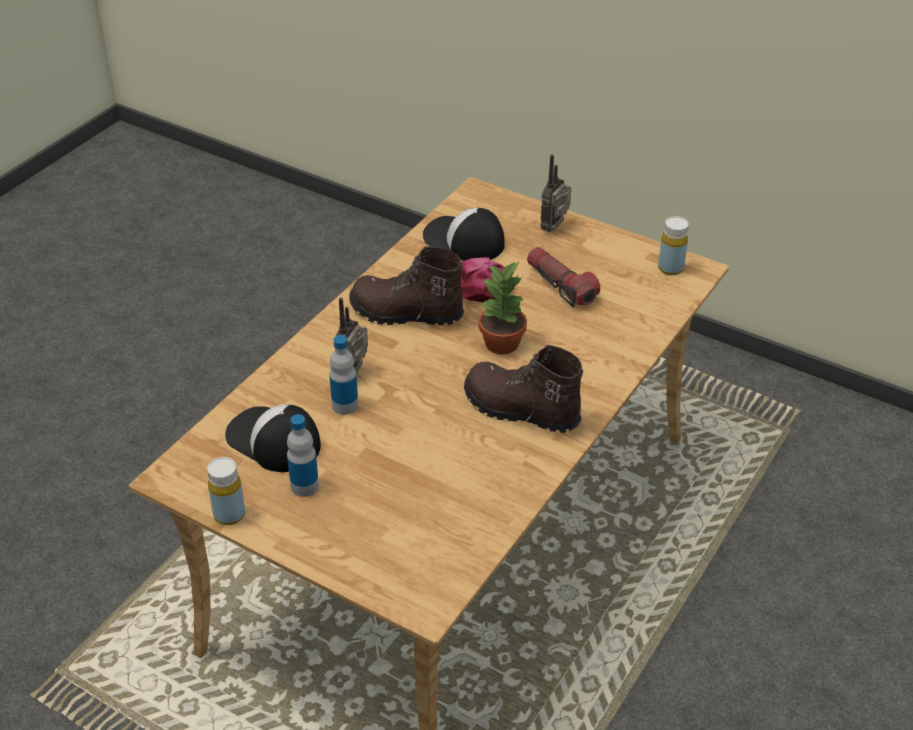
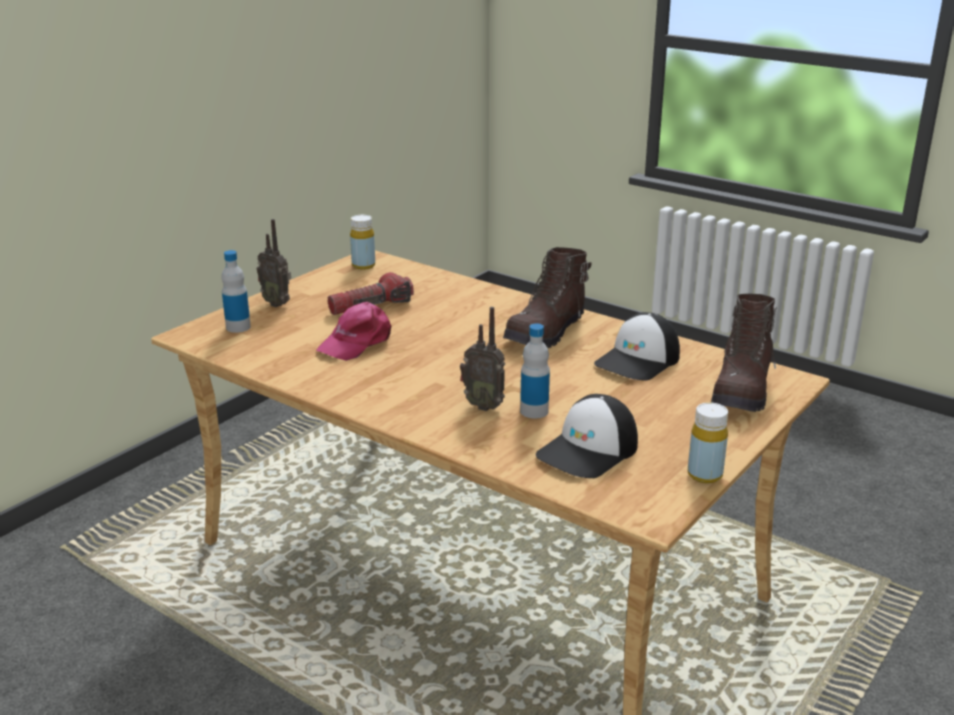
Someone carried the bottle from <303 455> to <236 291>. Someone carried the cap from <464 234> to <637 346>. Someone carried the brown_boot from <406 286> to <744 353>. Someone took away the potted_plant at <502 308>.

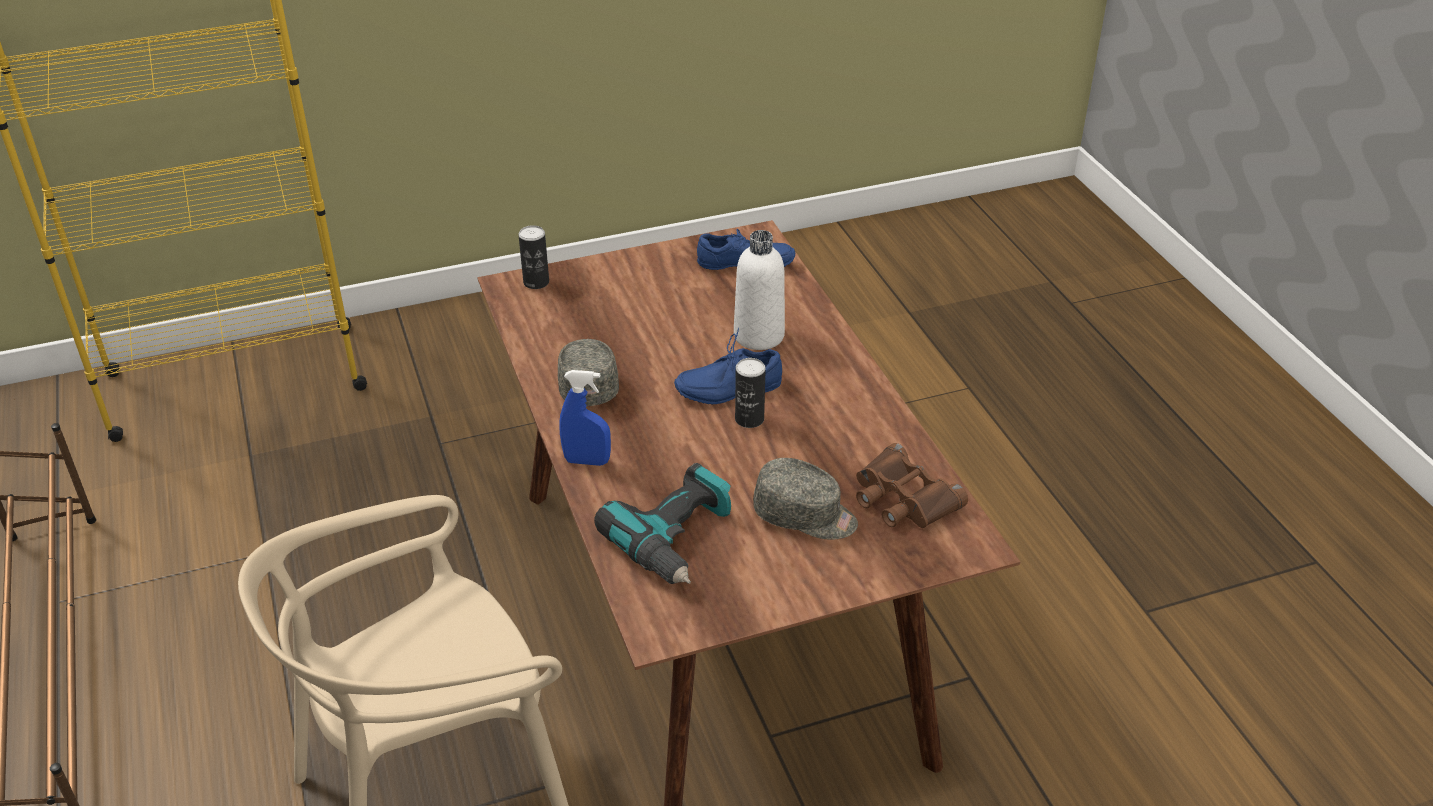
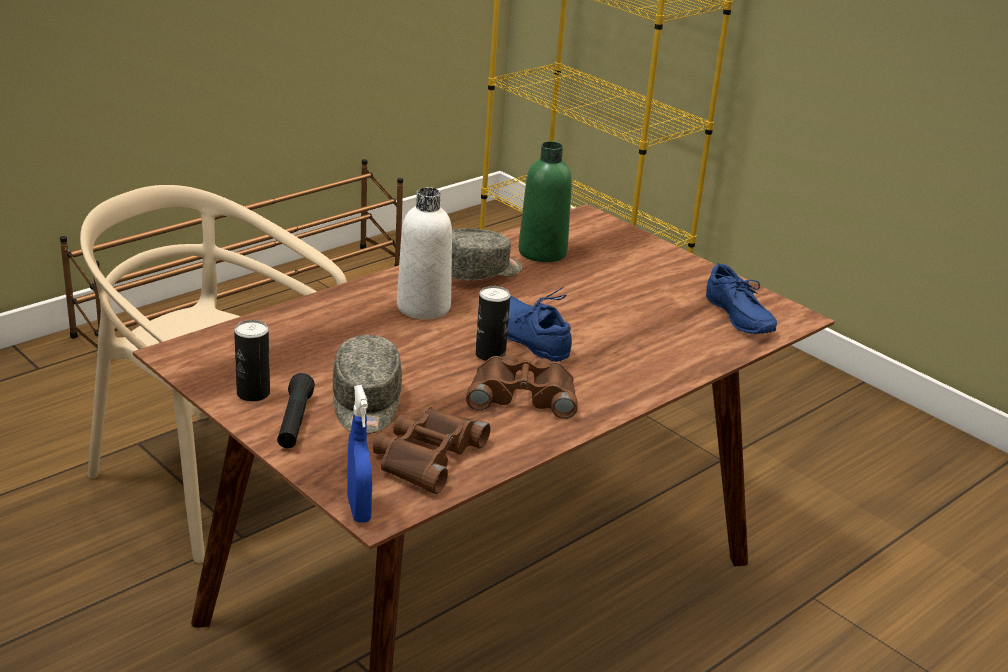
Someone carried the can from <533 257> to <252 360>. Someone put down the black_flashlight at <296 410>. Someone carried the blue_spray_bottle from <585 418> to <359 454>. Someone carried the white_bottle from <759 290> to <424 253>. Someone put down the brown_binoculars at <522 387>. Someone put down the green_bottle at <545 202>. Someone took away the power_drill at <662 523>.

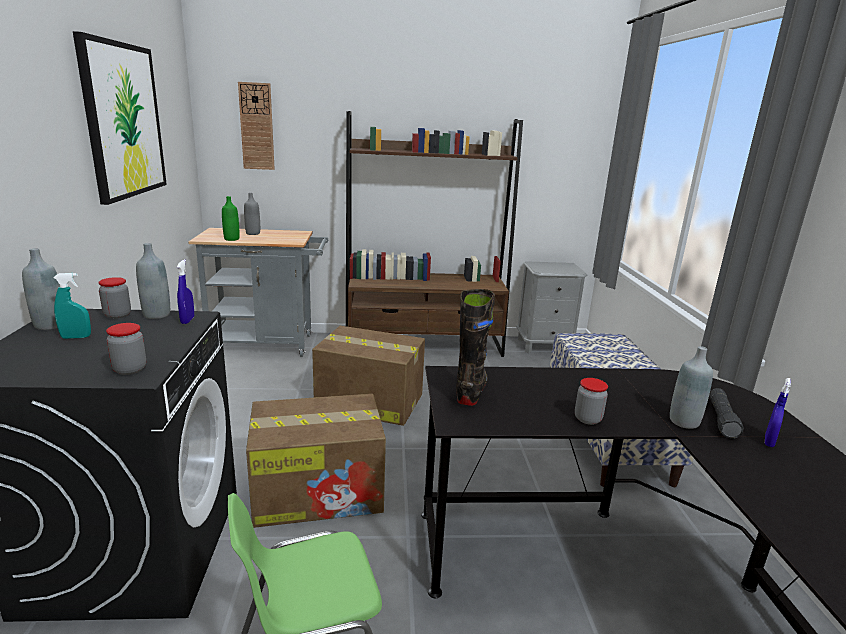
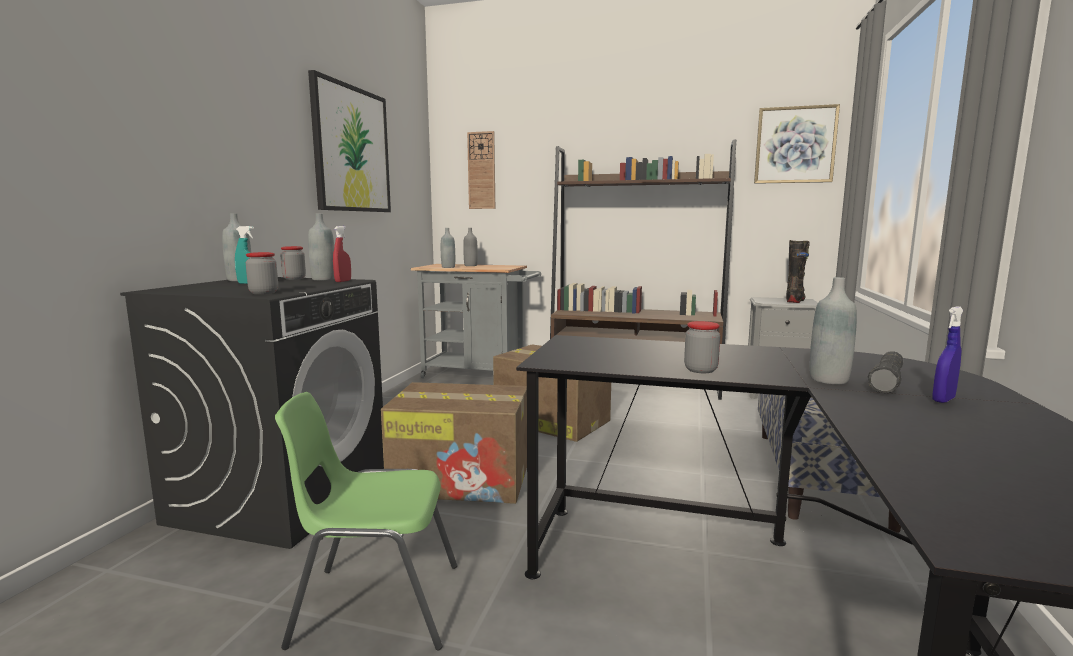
Someone repainted the blue_spray_bottle at <185 292>, which became the red_spray_bottle at <342 254>. Someone repainted the green_bottle at <231 218>, which became the grey_bottle at <448 248>. Someone put up the picture at <797 144>. Someone carried the black_boot from <475 347> to <798 271>.

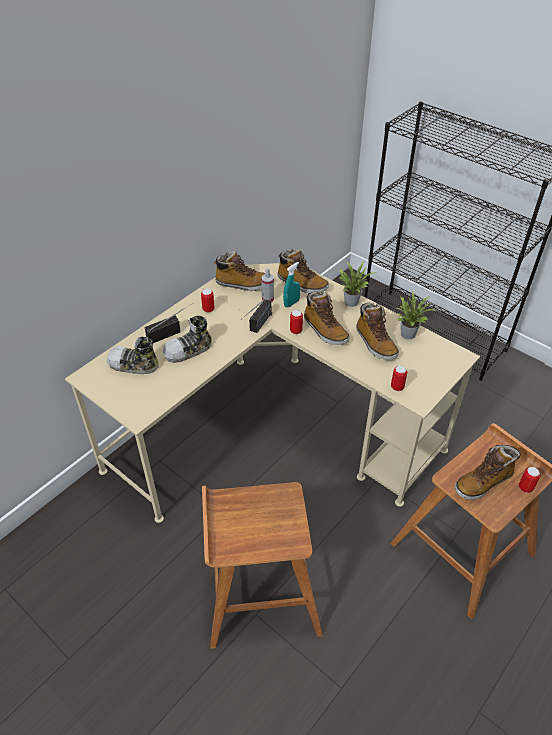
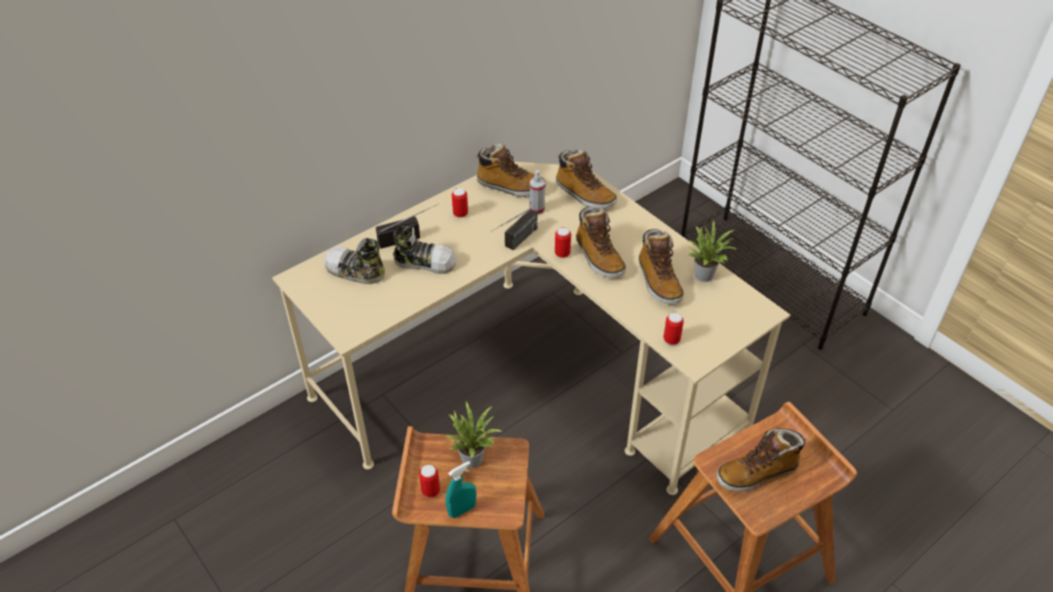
Someone rotated the shoe at <187 339> by 150 degrees counterclockwise. Someone carried the can from <529 480> to <429 481>. Someone carried the potted_plant from <356 284> to <474 435>. Someone carried the turquoise_spray_bottle from <291 284> to <461 489>.

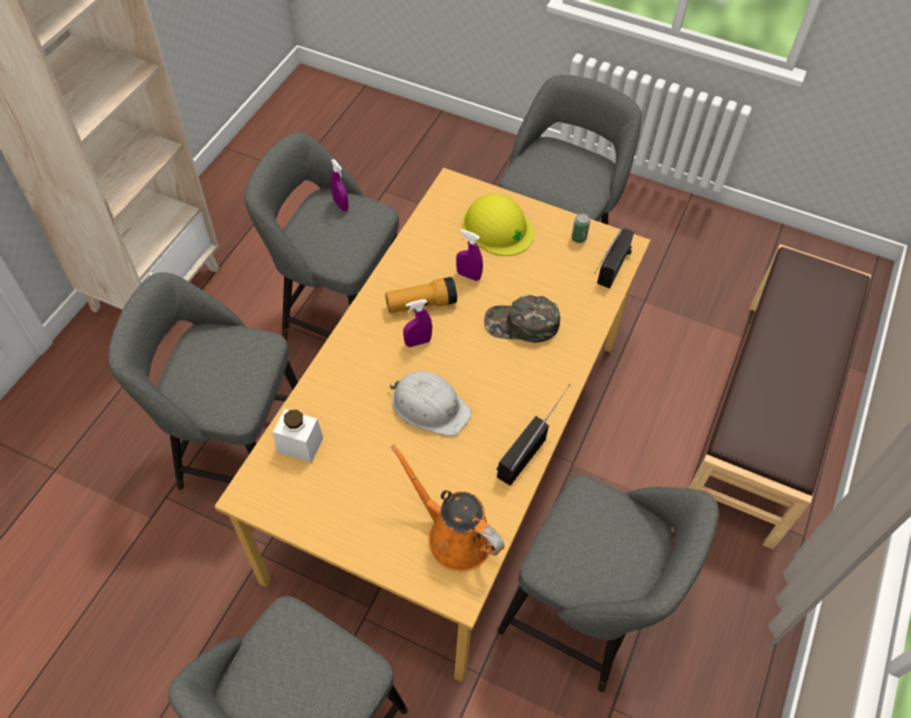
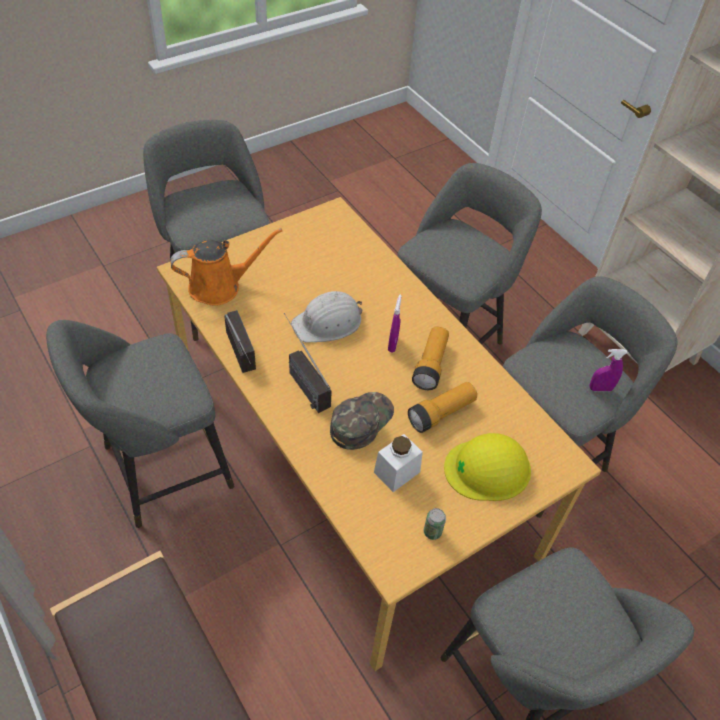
Someone carried the radio from <614 258> to <308 363>. Someone carried the white_jar from <298 436> to <398 463>. Someone swapped the purple_spray_bottle at <469 255> for the flashlight at <442 407>.

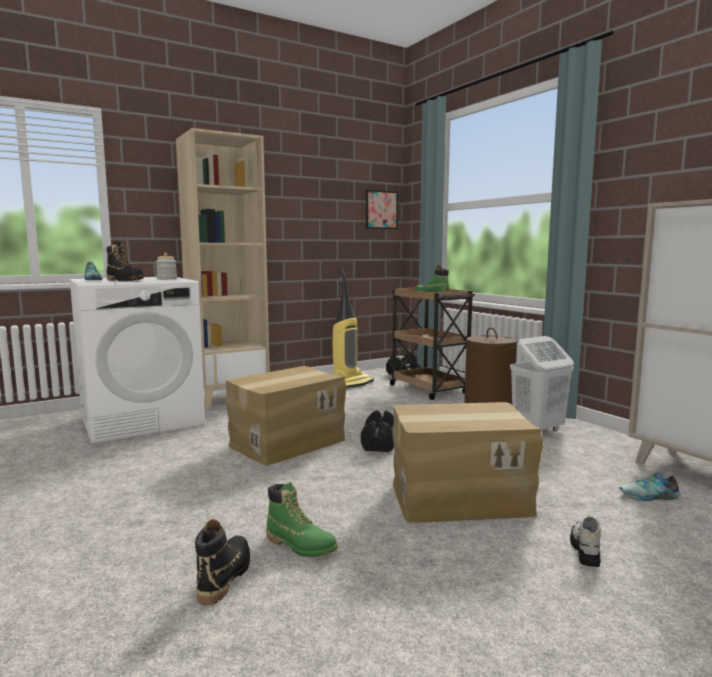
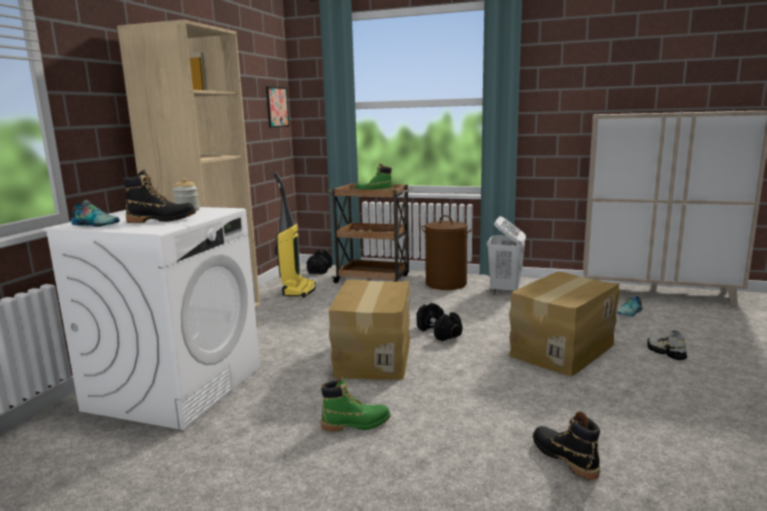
Someone carried the green_boot from <302 519> to <356 404>.

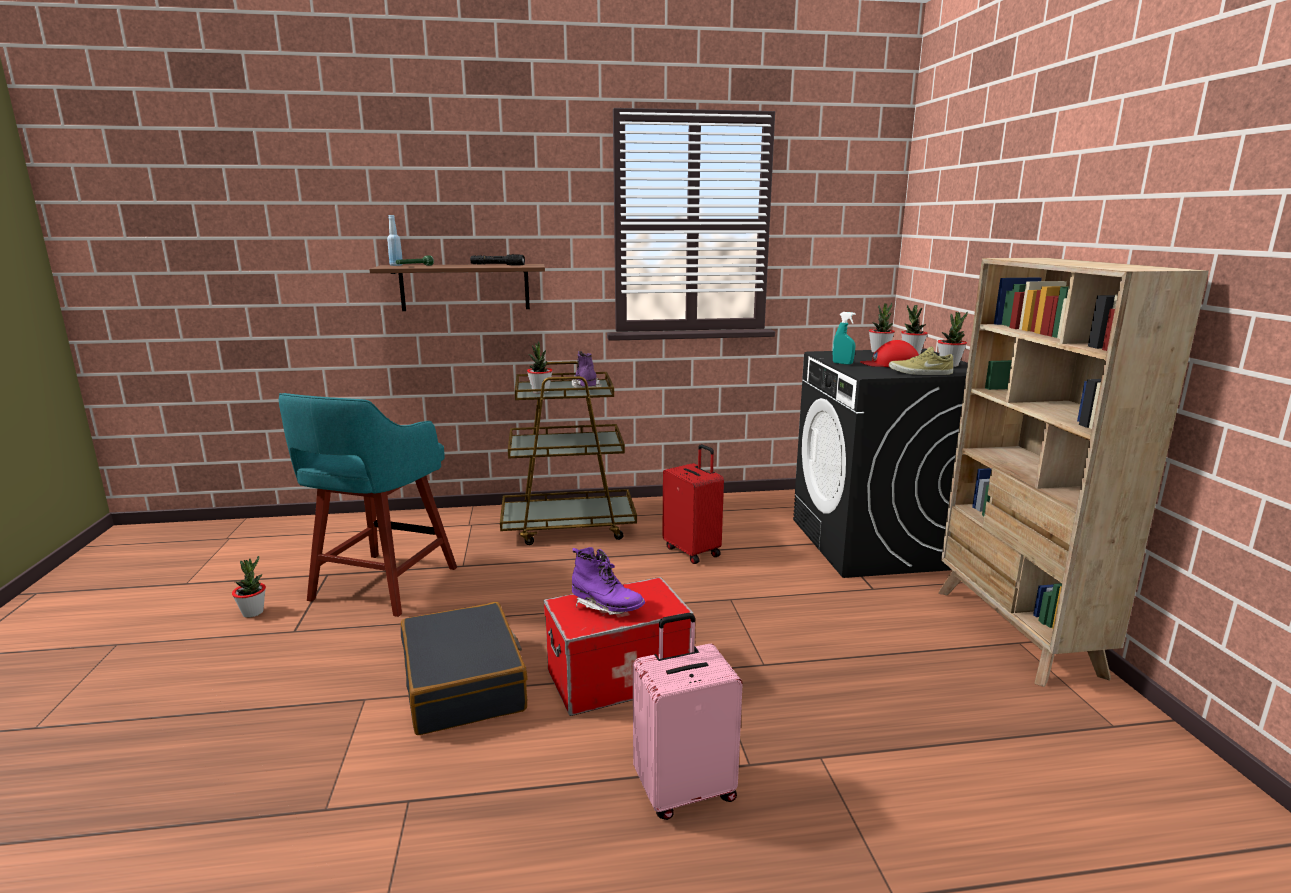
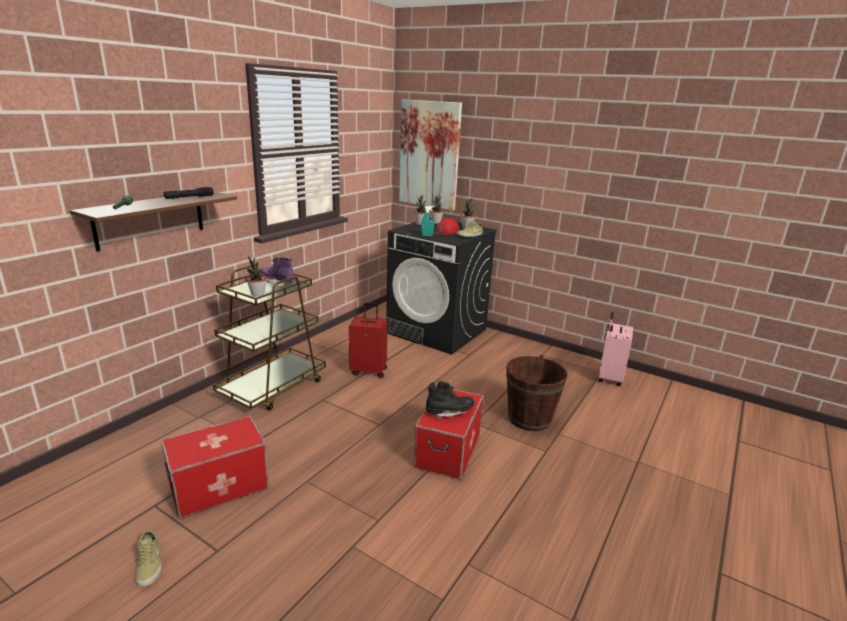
Someone swapped the potted_plant at <249 586> for the beige_shoe at <148 558>. Someone swapped the turquoise_stool at <368 505> for the storage_box at <215 467>. Someone put up the picture at <430 154>. Someone repainted the purple_boot at <608 581>, which became the black_boot at <450 400>. Someone put down the brown_bucket at <536 393>. Someone carried the pink_suitcase from <688 716> to <615 349>. Someone took away the blue_bottle at <395 240>. Someone took away the black_suitcase at <464 668>. Someone took away the beige_bookcase at <1073 472>.

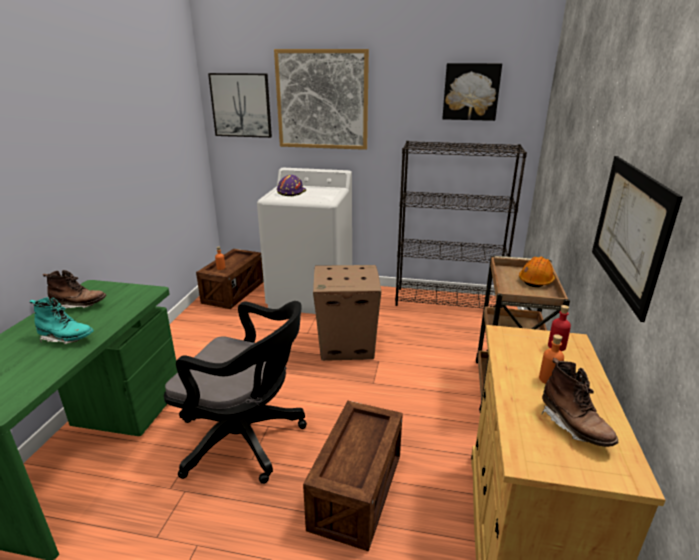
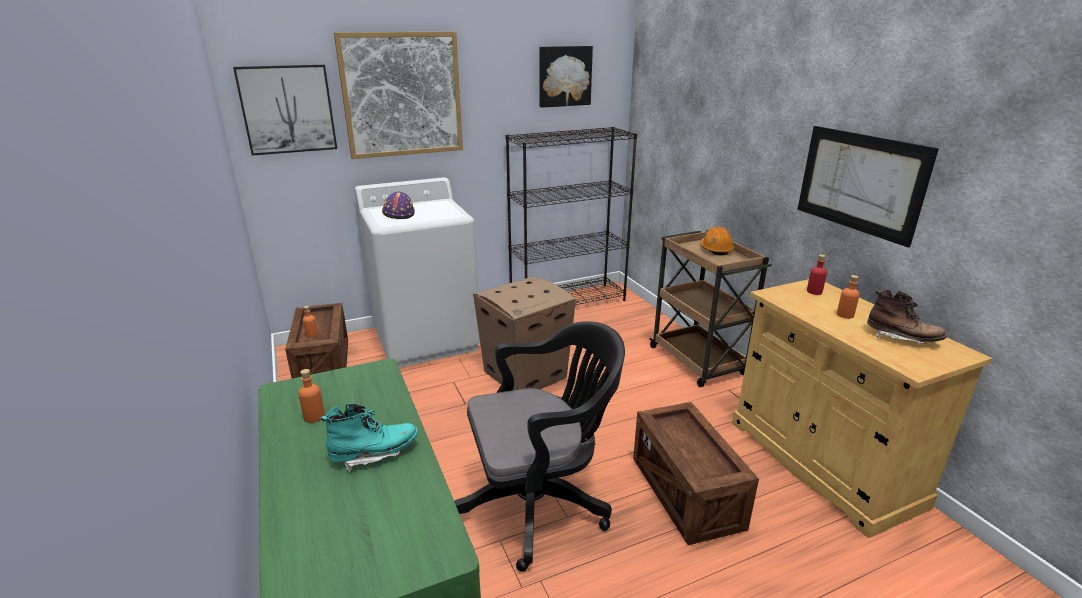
Someone swapped the brown_boot at <74 289> for the orange_bottle at <311 396>.

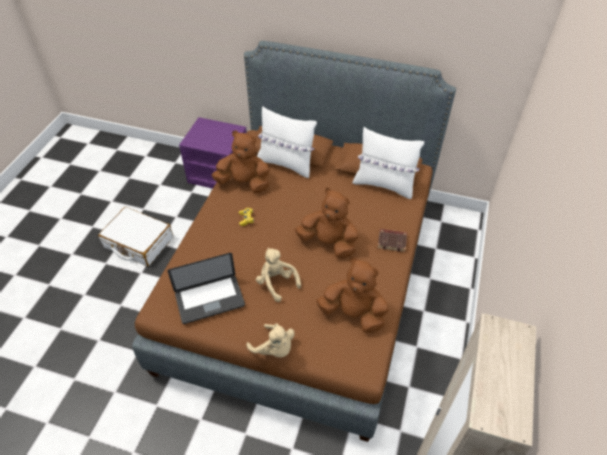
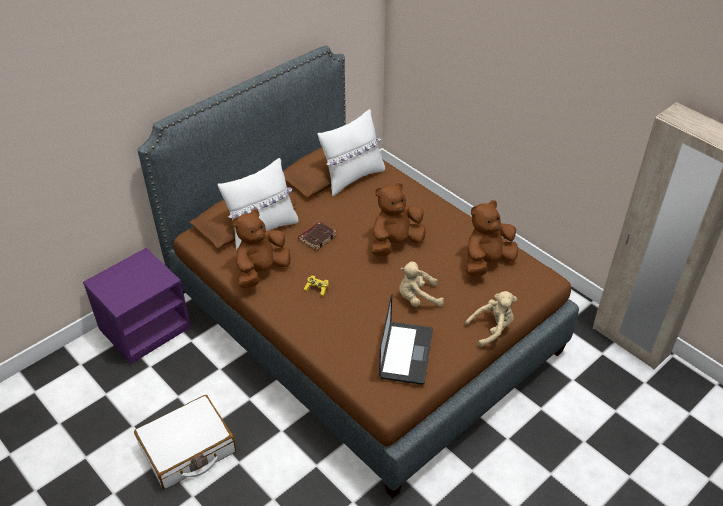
Someone carried the brown_book from <392 240> to <317 236>.

